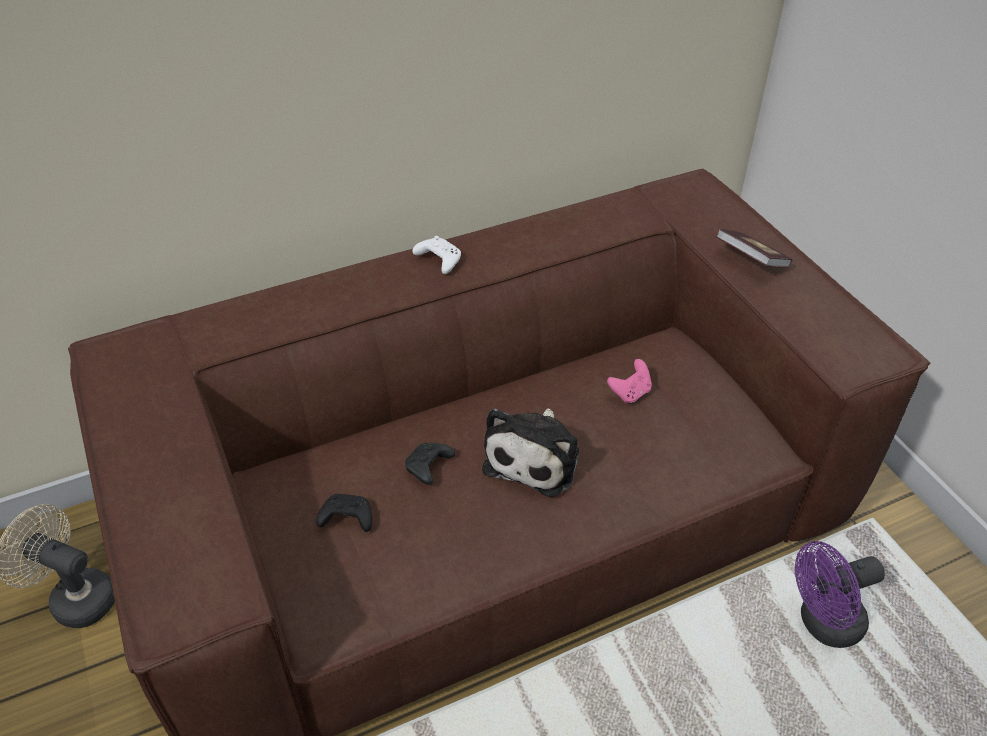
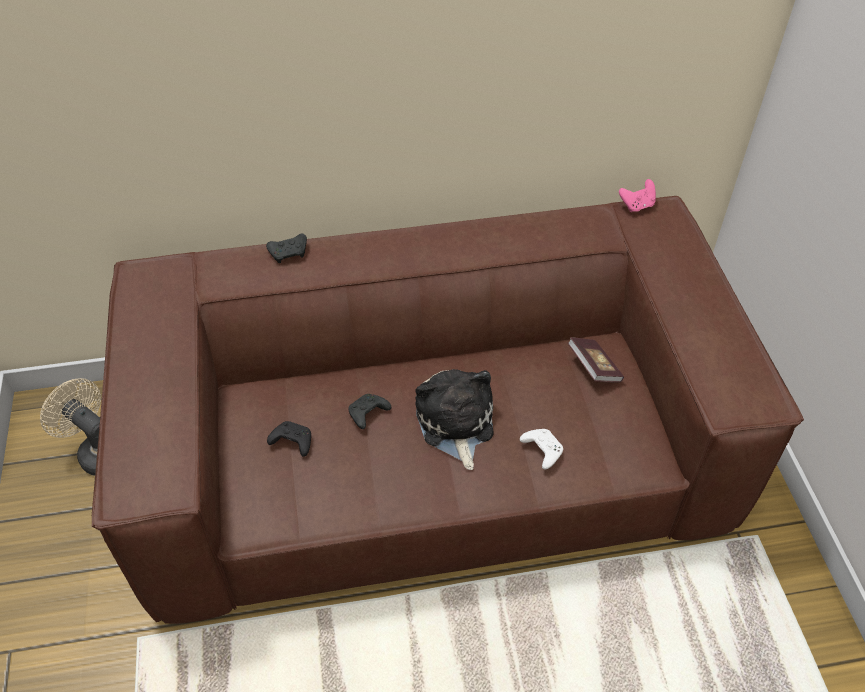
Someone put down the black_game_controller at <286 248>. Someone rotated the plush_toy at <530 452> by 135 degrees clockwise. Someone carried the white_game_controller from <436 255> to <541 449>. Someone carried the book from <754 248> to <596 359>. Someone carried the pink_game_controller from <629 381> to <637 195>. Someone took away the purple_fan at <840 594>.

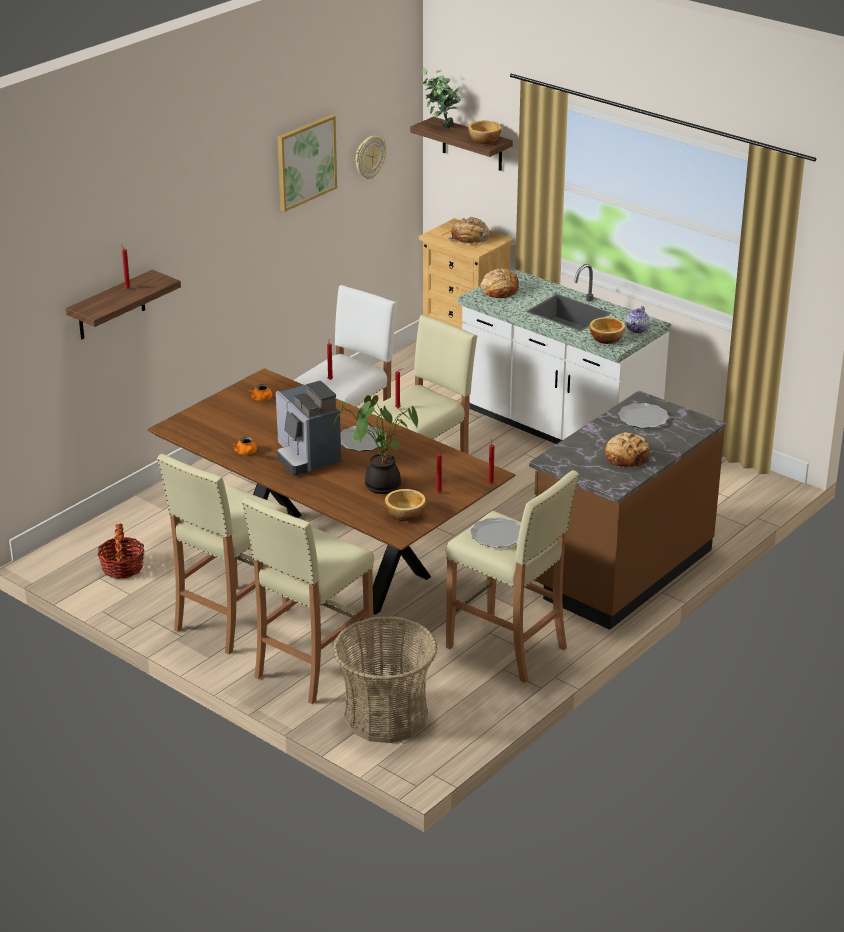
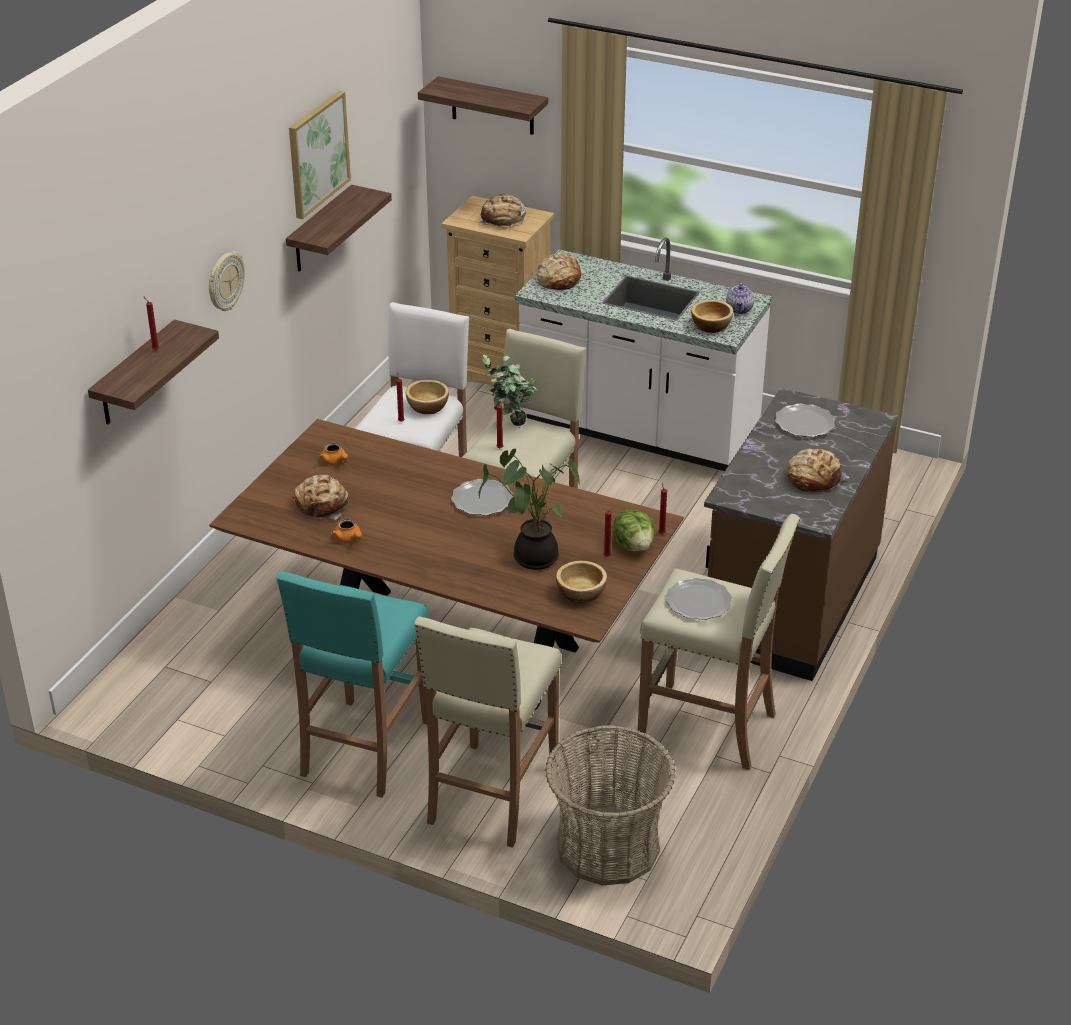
Someone carried the wall_clock from <371 157> to <227 281>. Someone repainted the beige_stool at <223 554>, which became the turquoise_stool at <352 684>. Someone put up the shelf at <339 228>. Someone put down the bread at <320 497>. Someone carried the bowl from <485 132> to <427 397>. Someone carried the potted_plant from <441 98> to <510 390>. Someone put down the lettuce at <633 530>. Someone took away the basket at <121 551>. Someone took away the coffee_machine at <308 428>.

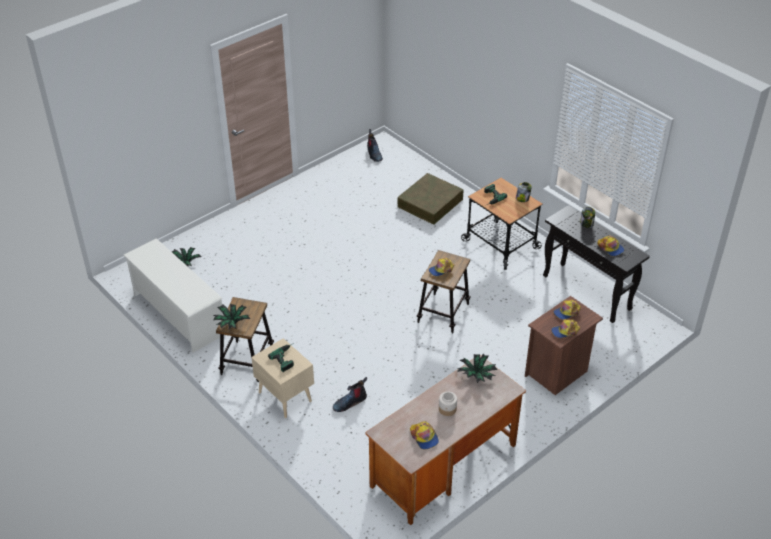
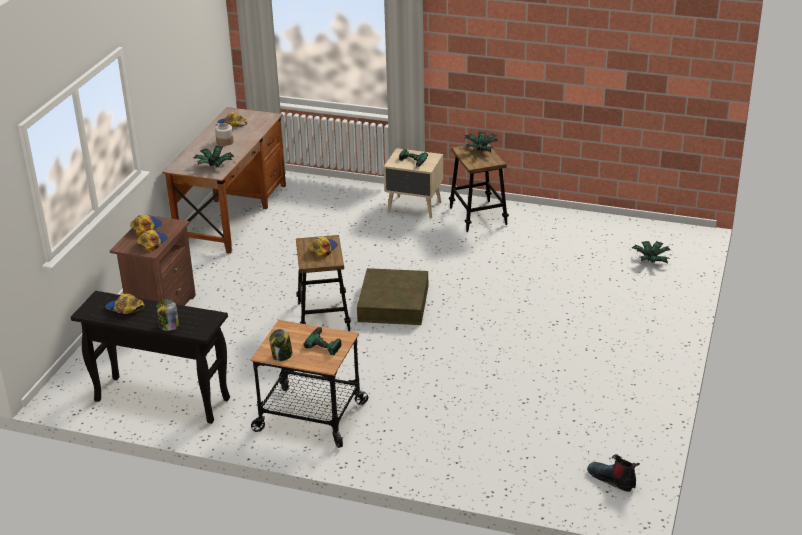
Someone carried the brown_storage_box from <431 199> to <393 296>. Someone took away the white_shoe_rack at <174 295>. Someone took away the boot at <350 394>.

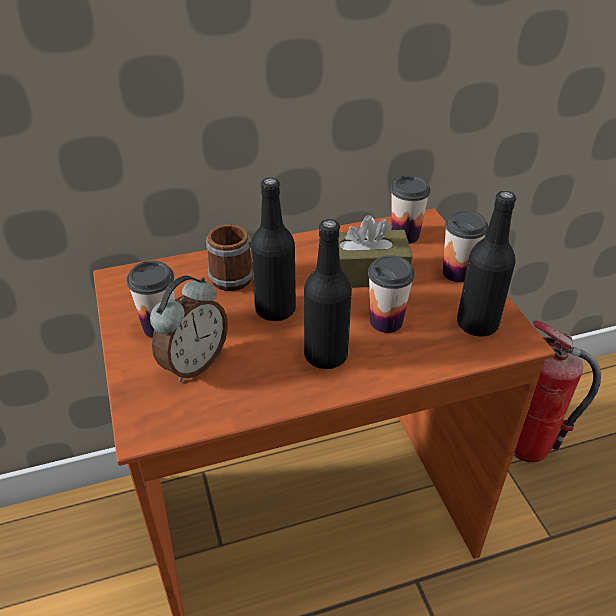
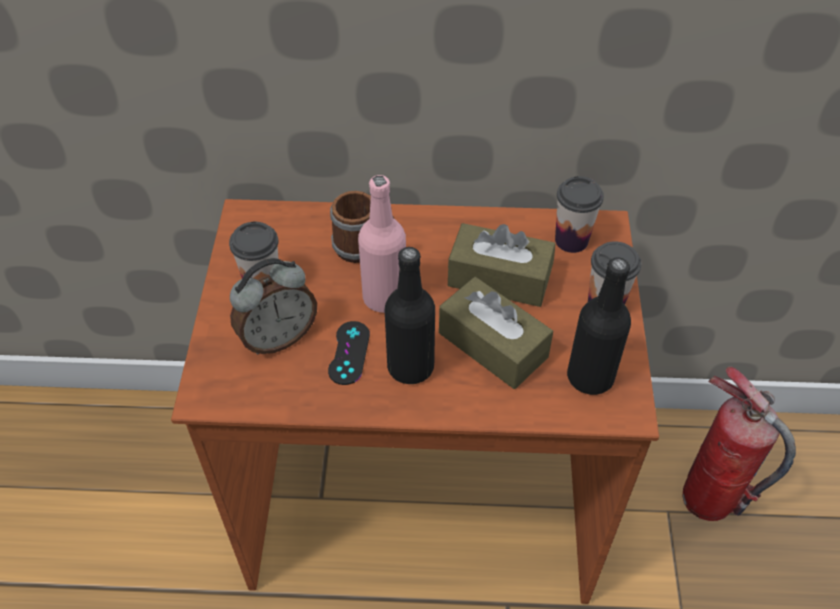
Someone put down the black_game_controller at <349 353>. Someone repainted the black_bottle at <273 249>, which became the pink_bottle at <382 244>. Someone swapped the cup at <391 294> for the brown_tissue_box at <496 333>.

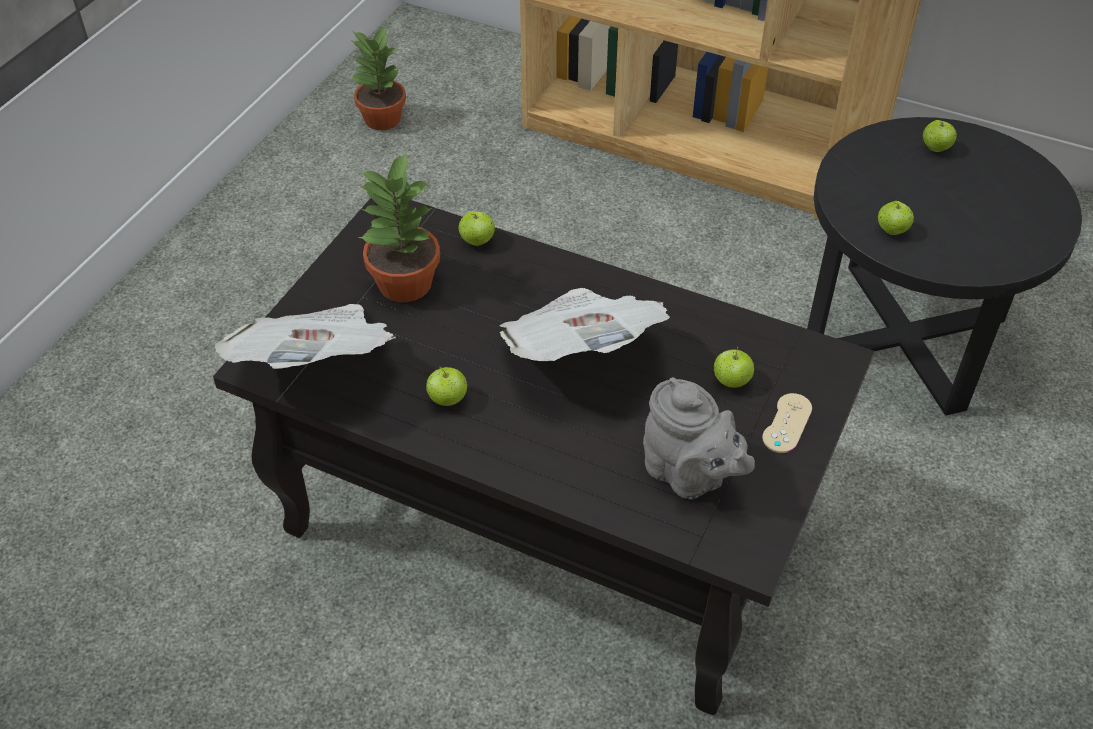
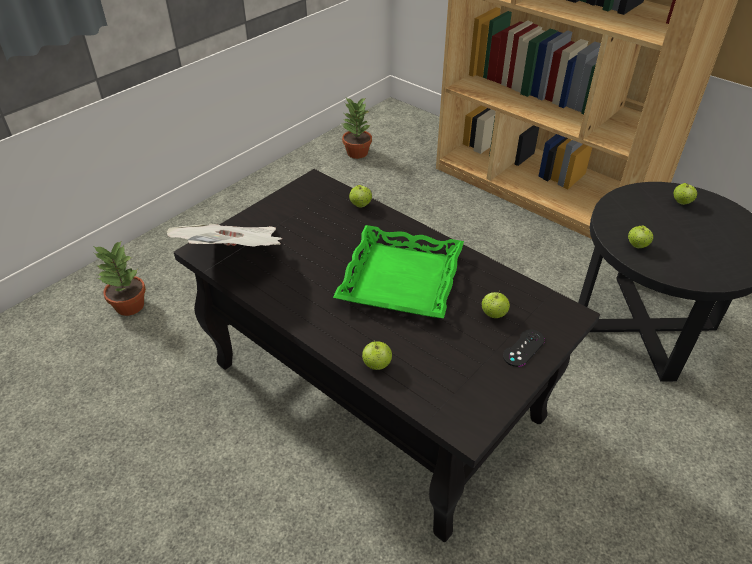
Someone carried the potted_plant from <399 227> to <120 278>. Someone swapped the newspaper at <585 324> for the green_tray at <398 271>. Someone carried the apple from <447 386> to <377 355>. Someone repainted the beige_game_controller at <787 423>, which became the black_game_controller at <524 348>. Someone took away the grey_teapot at <699 438>.

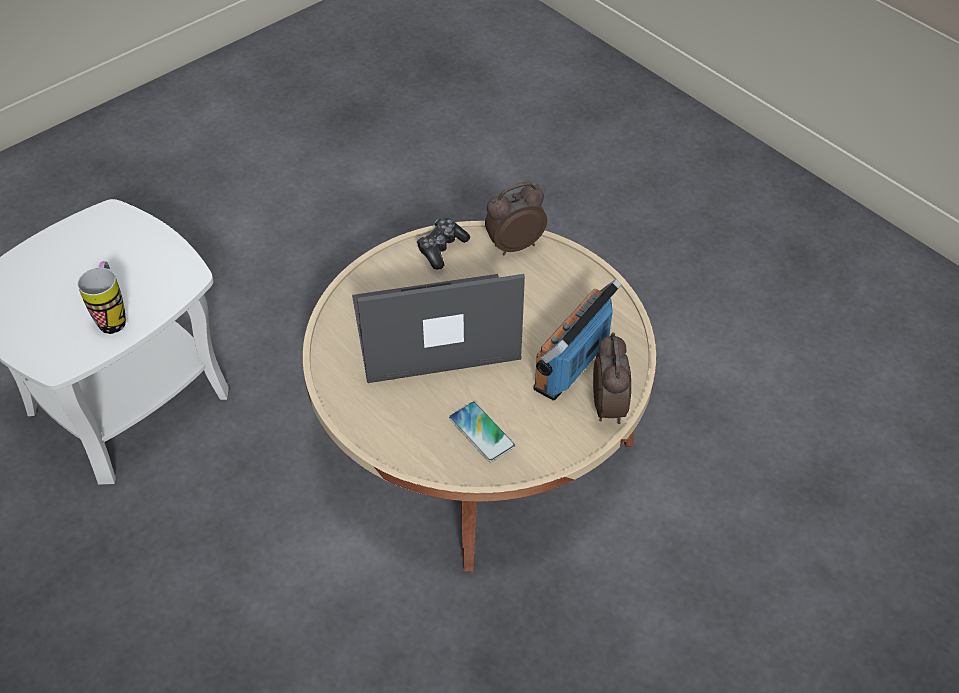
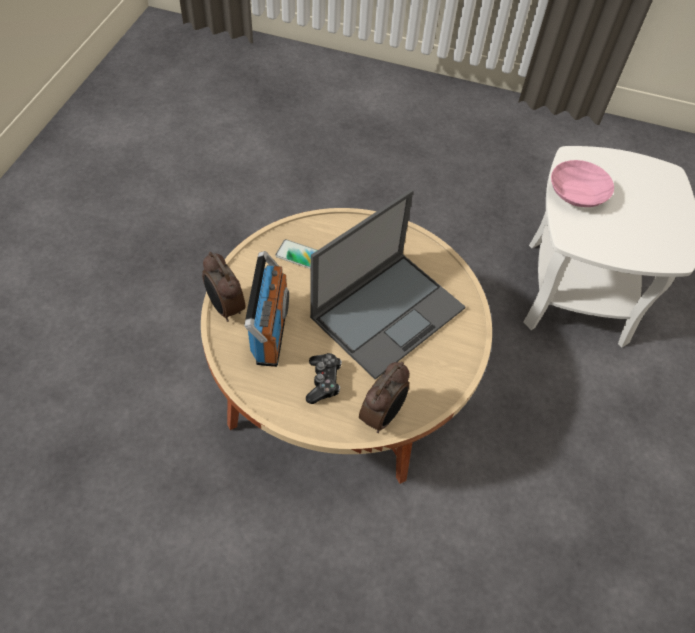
Someone carried the game_controller from <443 244> to <324 378>. Someone swapped the mug at <102 297> for the pink_bowl at <582 183>.

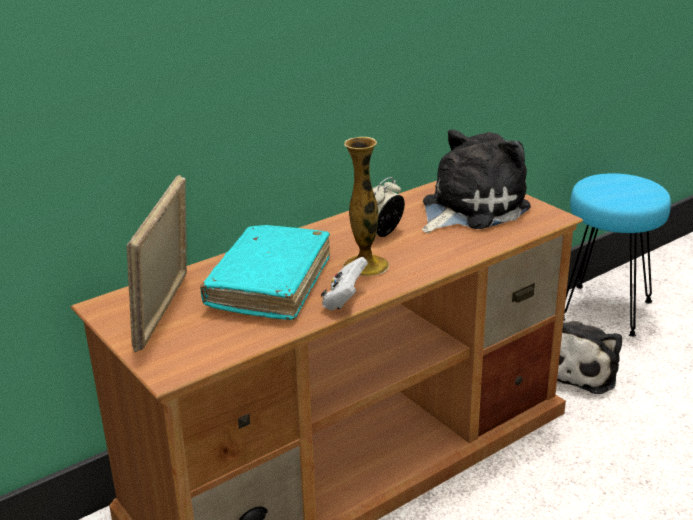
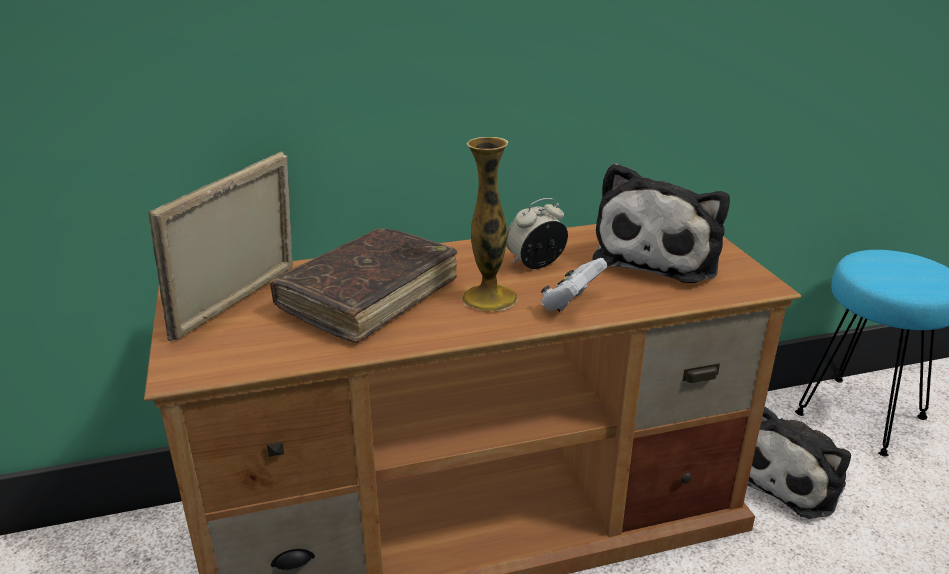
Someone repainted the turquoise_book at <265 272>, which became the brown_book at <364 285>. Someone carried the white_game_controller from <344 283> to <574 285>. Someone rotated the plush_toy at <476 181> by 135 degrees clockwise.

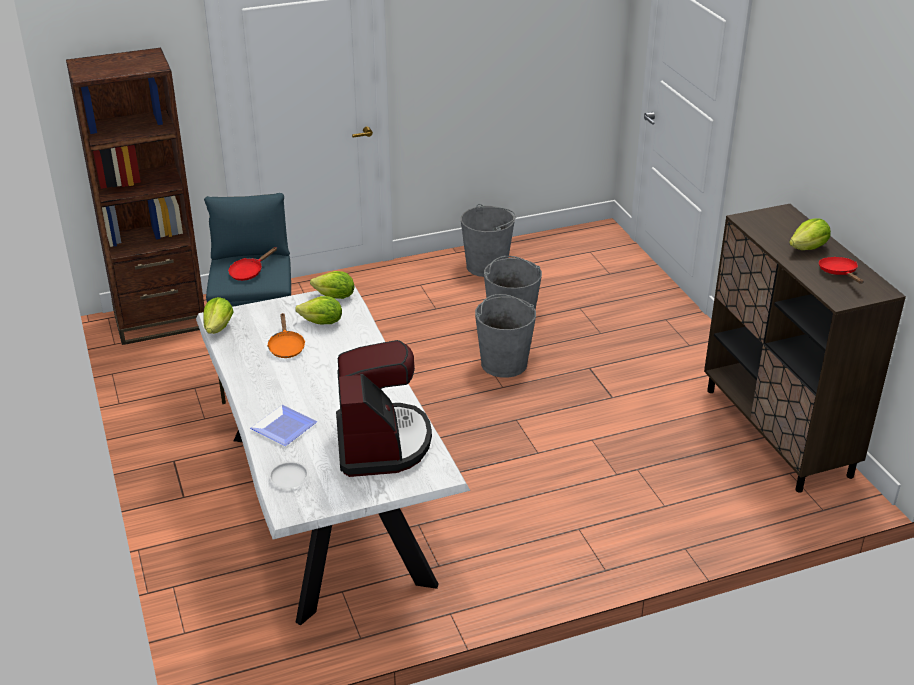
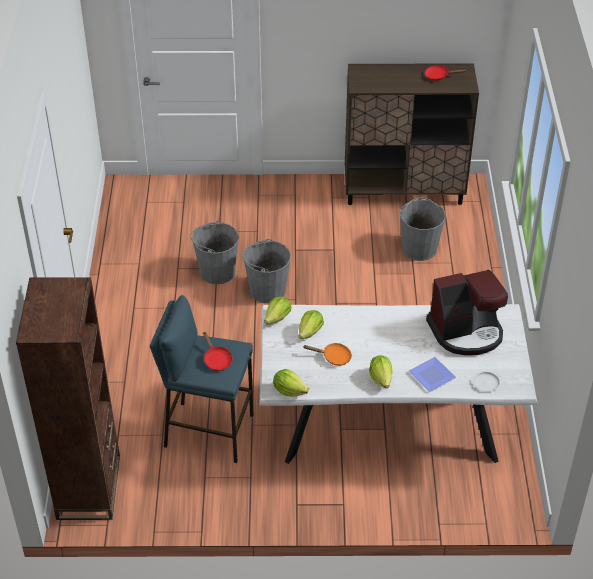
Someone carried the lettuce from <810 234> to <380 371>. Someone carried the grey_bucket from <488 240> to <423 229>. Someone rotated the coffee_machine at <384 408> by 150 degrees clockwise.

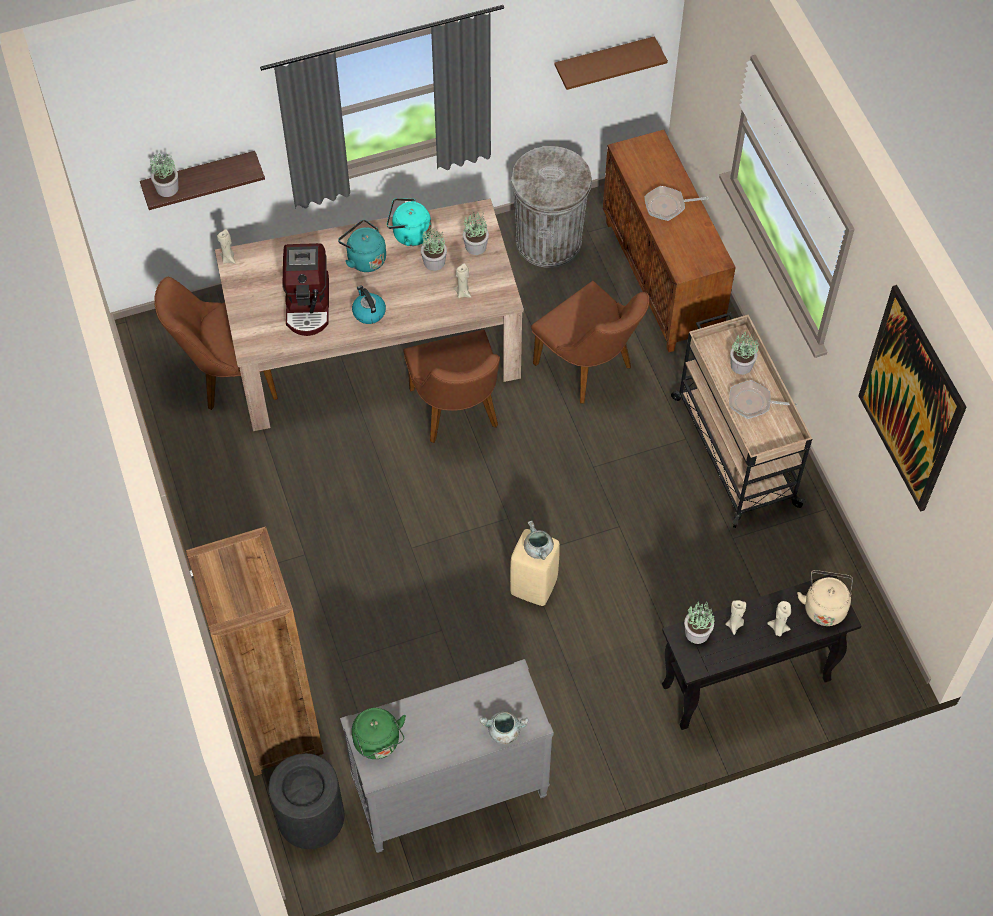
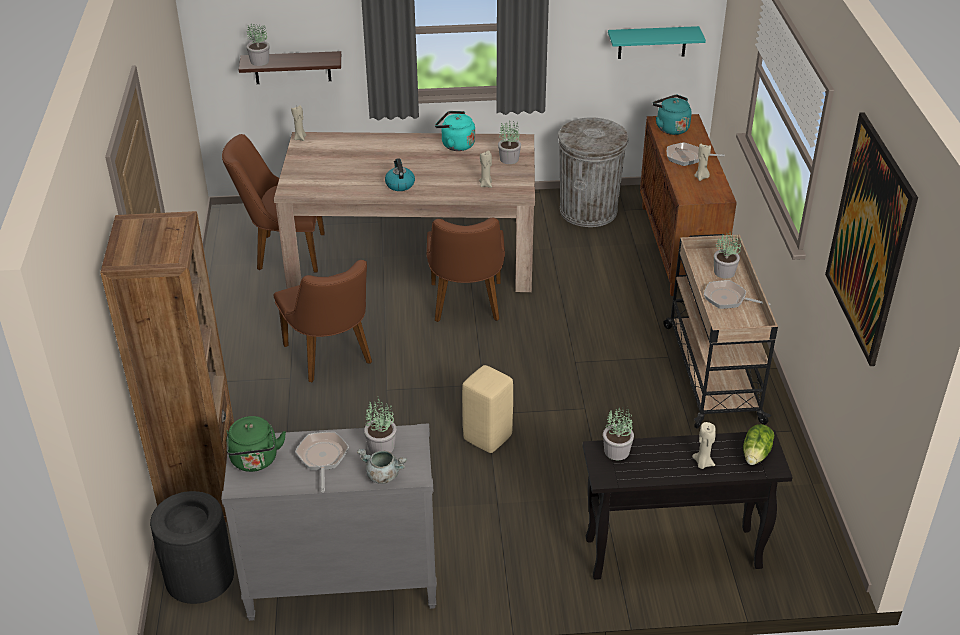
Someone carried the brown_chair from <590 342> to <323 321>. Someone put down the frying_pan at <322 462>. Someone carried the potted_plant from <434 248> to <380 425>. Someone repainted the brown_shelf at <611 63>, which became the turquoise_shelf at <657 42>. Someone carried the turquoise_kettle from <362 246> to <672 115>. Someone carried the beige_candle from <735 617> to <702 162>. Someone swapped the beige_kettle at <825 598> for the lettuce at <758 444>. Someone took away the coffee_machine at <305 289>. Someone took away the grey_cooking_pot at <539 540>.

